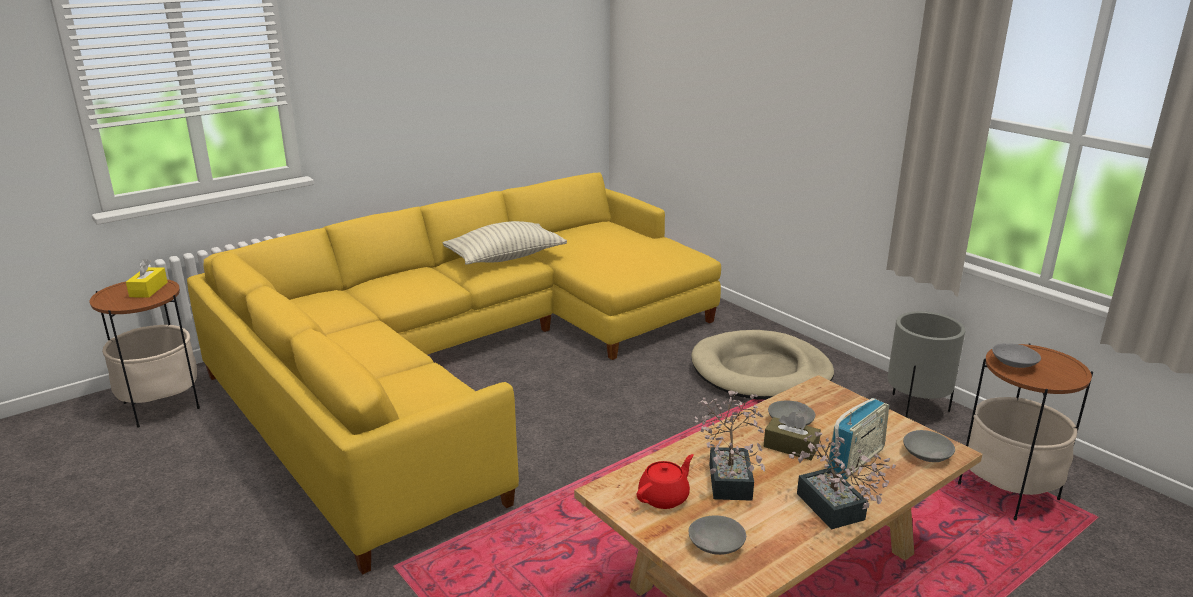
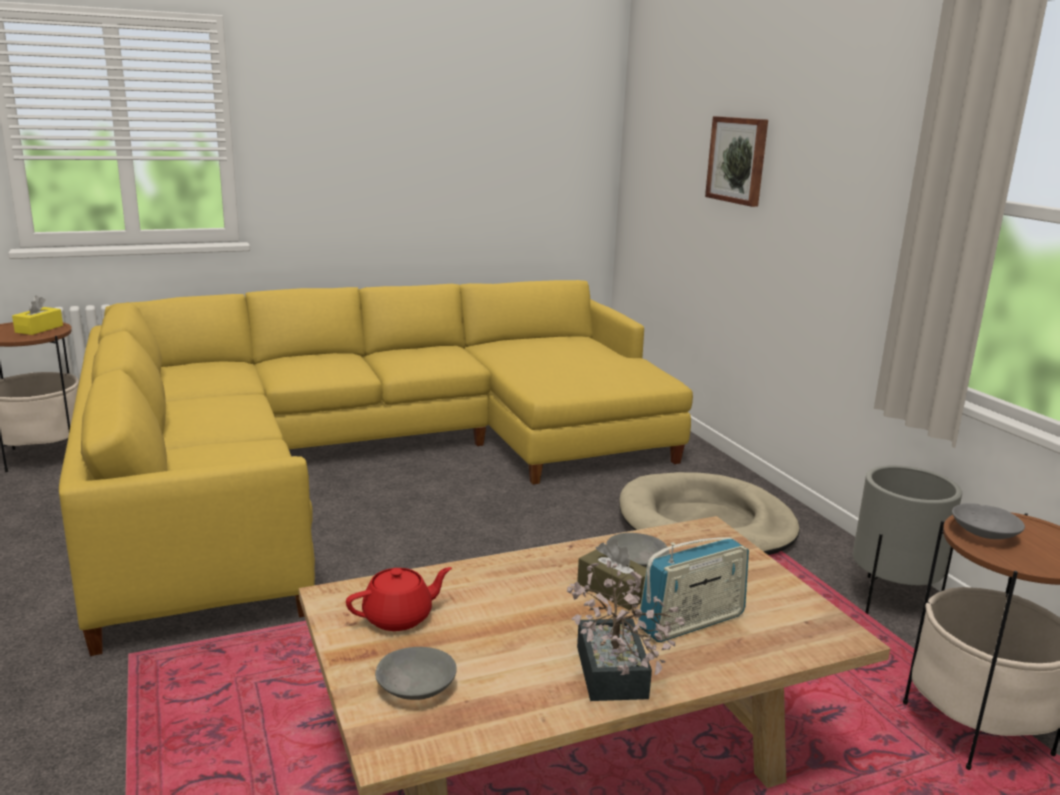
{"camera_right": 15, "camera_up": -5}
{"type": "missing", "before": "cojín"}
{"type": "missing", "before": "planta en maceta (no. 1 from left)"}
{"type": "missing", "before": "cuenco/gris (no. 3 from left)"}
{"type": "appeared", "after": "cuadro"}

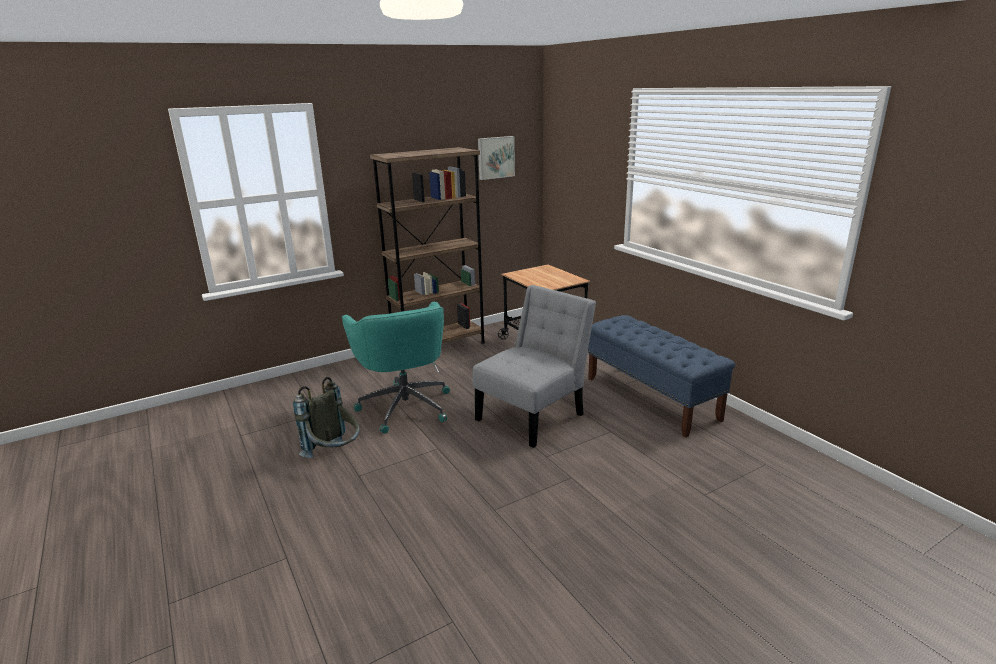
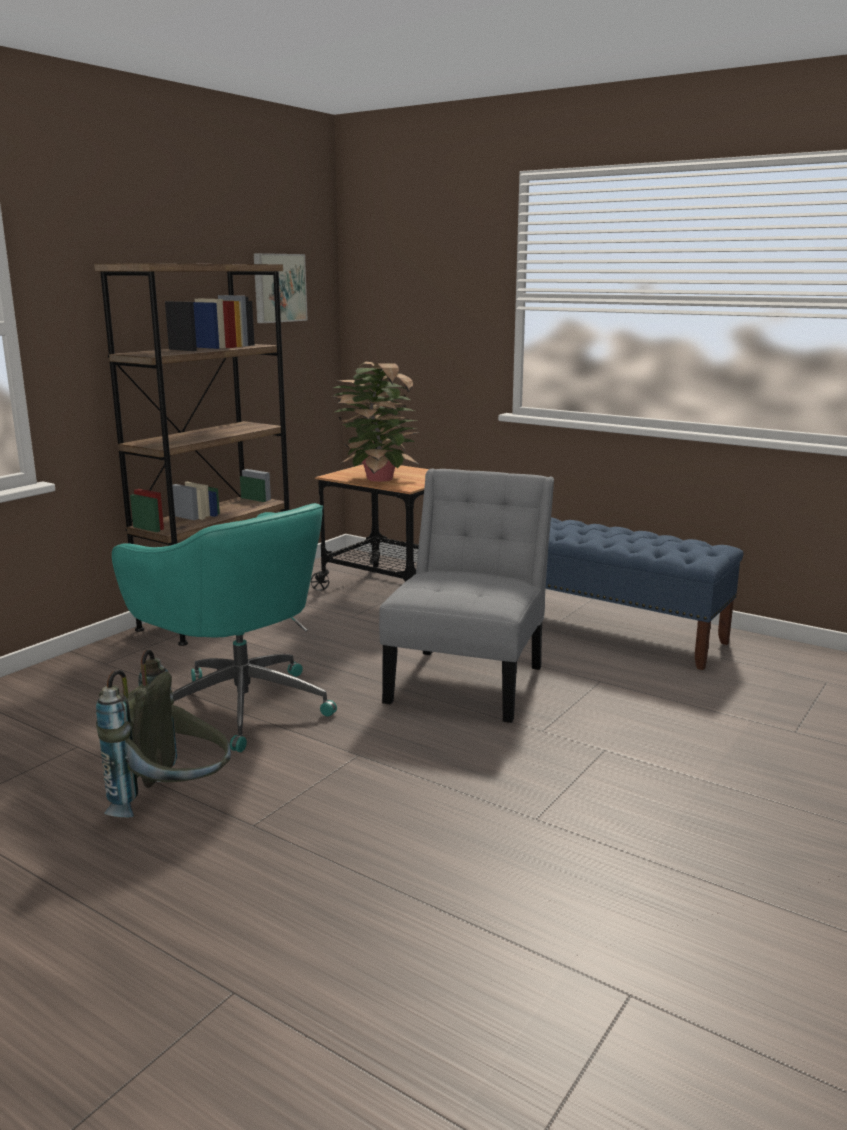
{"camera_right": -25, "camera_up": -5}
{"type": "appeared", "after": "planta en maceta"}

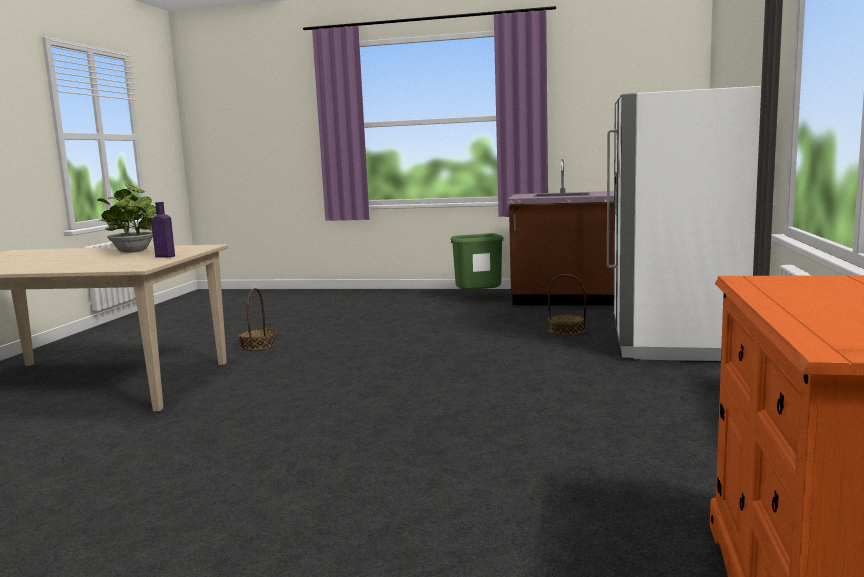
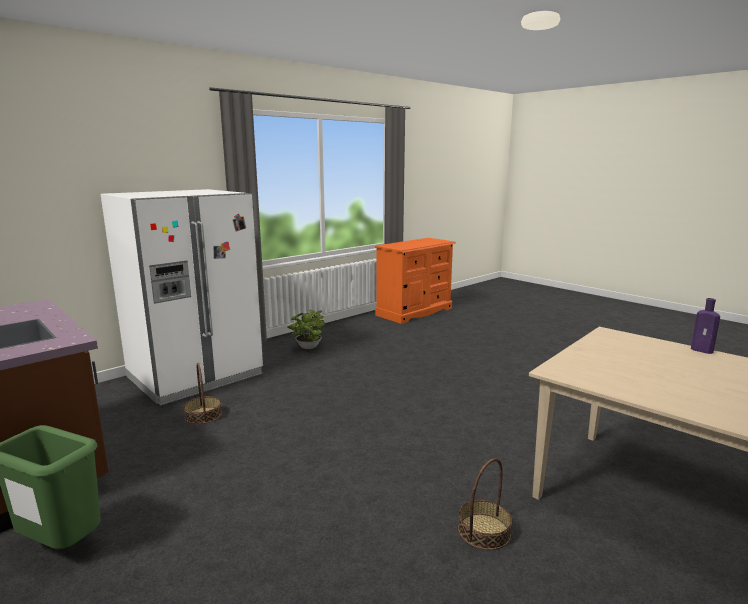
{"camera_right": -145, "camera_up": 5}
{"type": "relocated", "before": "planta en maceta"}
{"type": "relocated", "before": "botella/morado"}

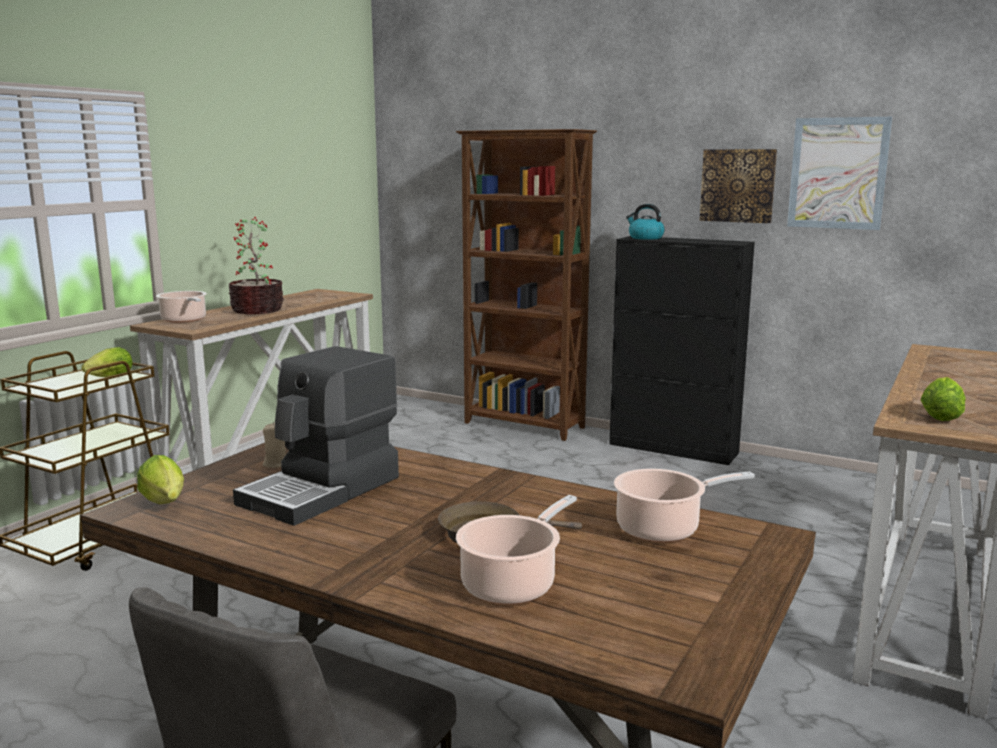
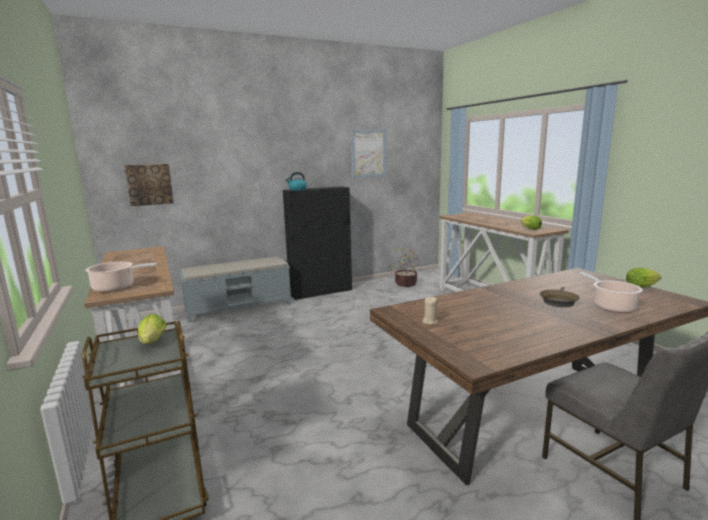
{"camera_right": -55, "camera_up": 0}
{"type": "missing", "before": "cafetera"}
{"type": "missing", "before": "olla (no. 3 from left)"}
{"type": "relocated", "before": "lechuga (no. 2 from left in the first image)", "after": "lechuga (no. 3 from left)"}
{"type": "relocated", "before": "planta en maceta"}
{"type": "relocated", "before": "cuadro (no. 1 from left)"}
{"type": "exchanged", "before": "estantería/marrón", "after": "banco/gris"}

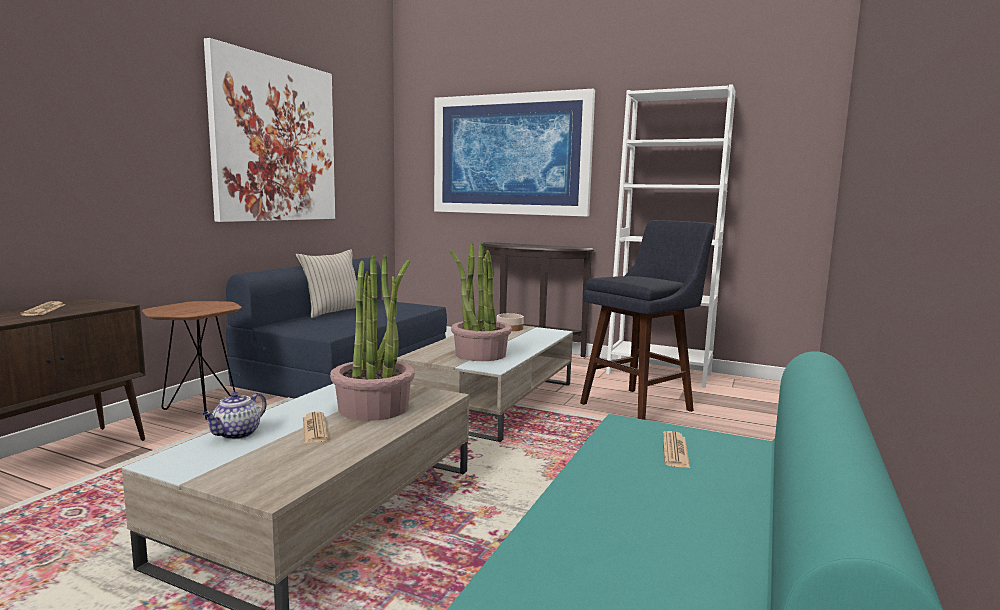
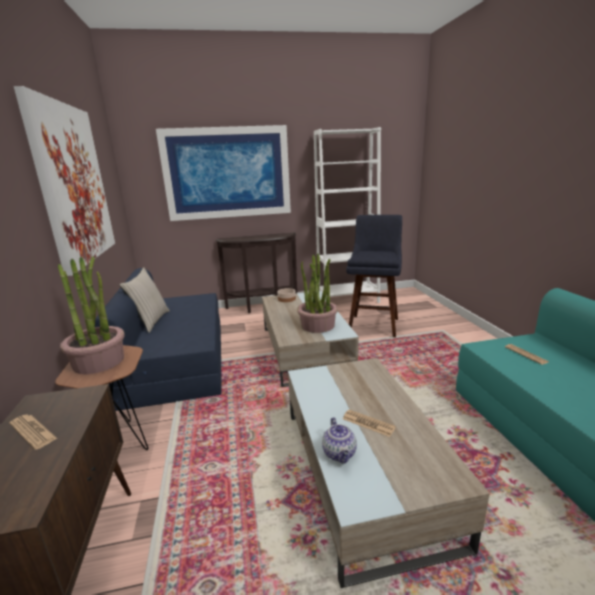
{"camera_right": -35, "camera_up": 10}
{"type": "relocated", "before": "planta en maceta (no. 1 from left)"}

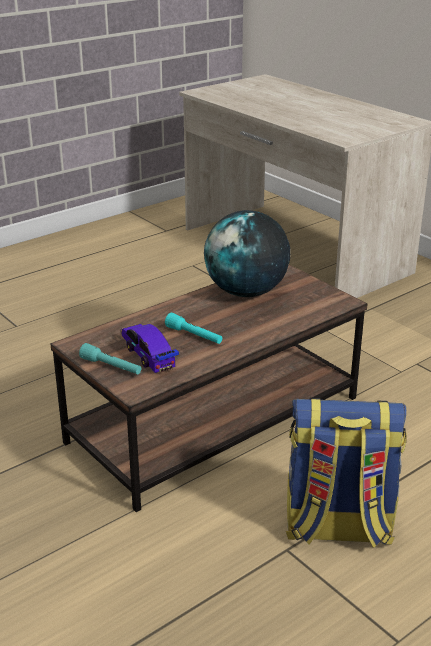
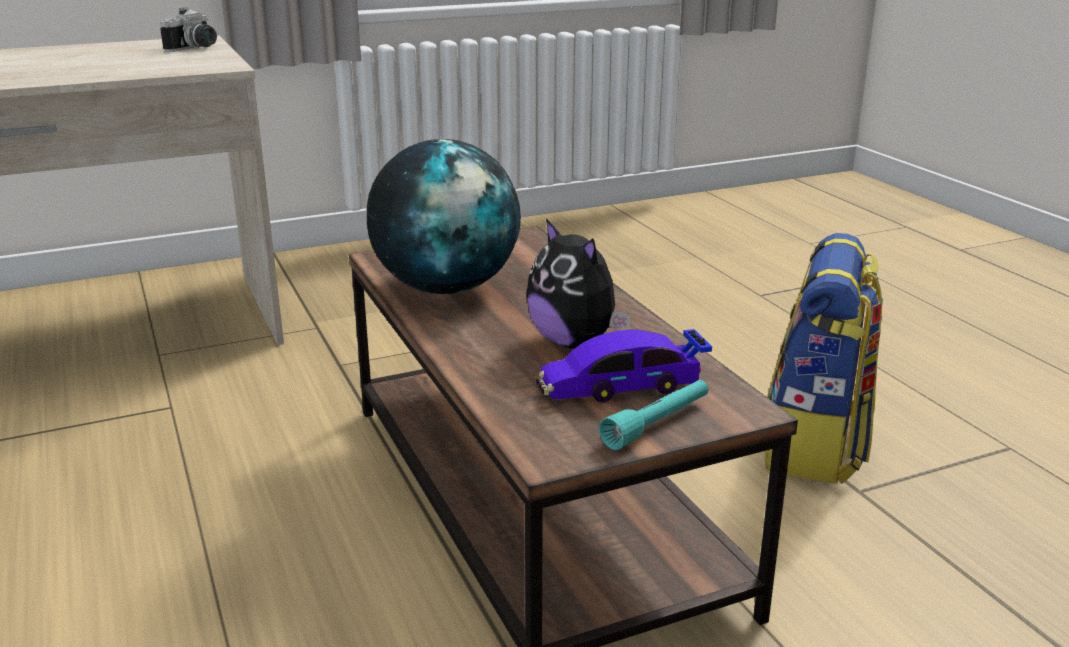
{"camera_right": -75, "camera_up": -5}
{"type": "appeared", "after": "cámara"}
{"type": "exchanged", "before": "linterna/turquesa (no. 2 from left)", "after": "peluche"}

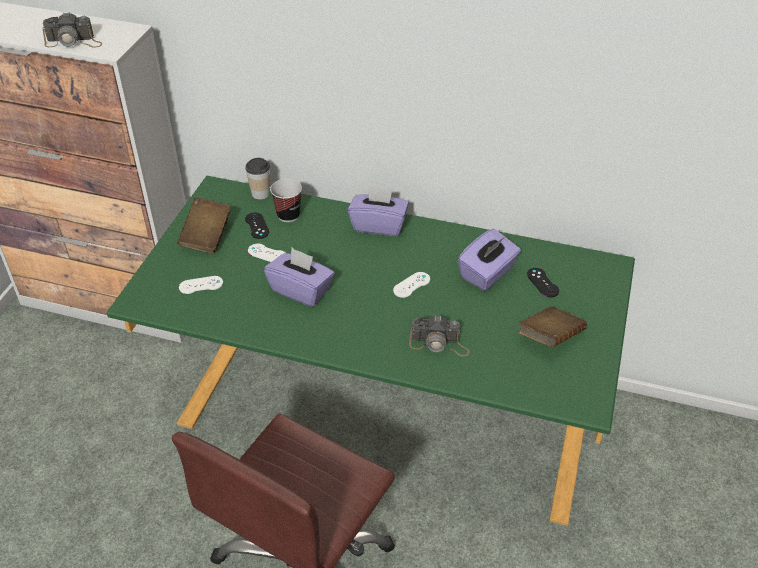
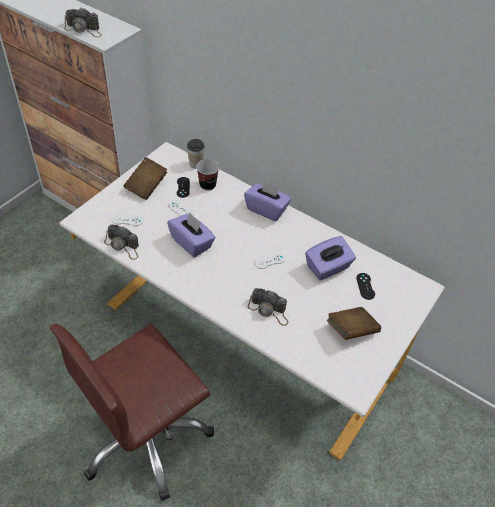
{"camera_right": 15, "camera_up": 5}
{"type": "appeared", "after": "cámara (no. 2 from left)"}
{"type": "colour", "before": "escritorio/verde", "after": "escritorio/blanco"}

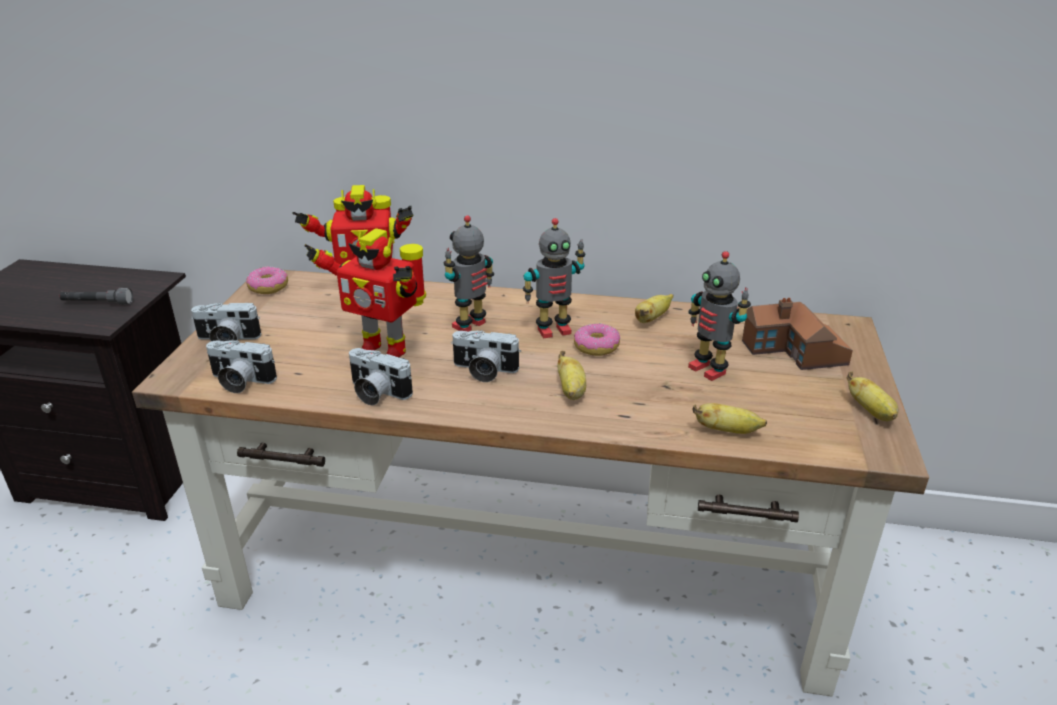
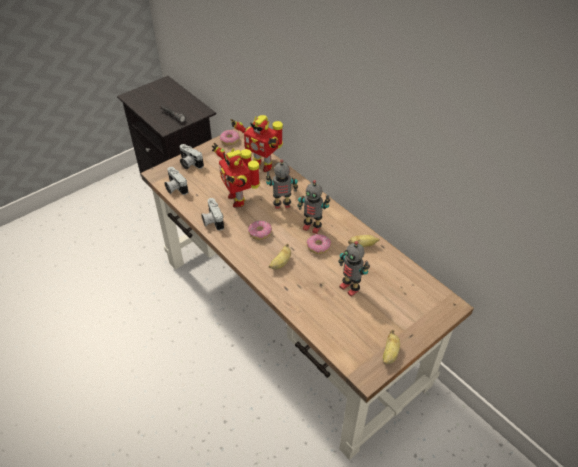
{"camera_right": 40, "camera_up": 15}
{"type": "missing", "before": "plátano (no. 3 from left)"}
{"type": "missing", "before": "casita"}
{"type": "exchanged", "before": "cámara (no. 4 from left)", "after": "rosquilla (no. 2 from left)"}
{"type": "spun", "before": "robot de juguete (no. 5 from left)", "turn": -45}

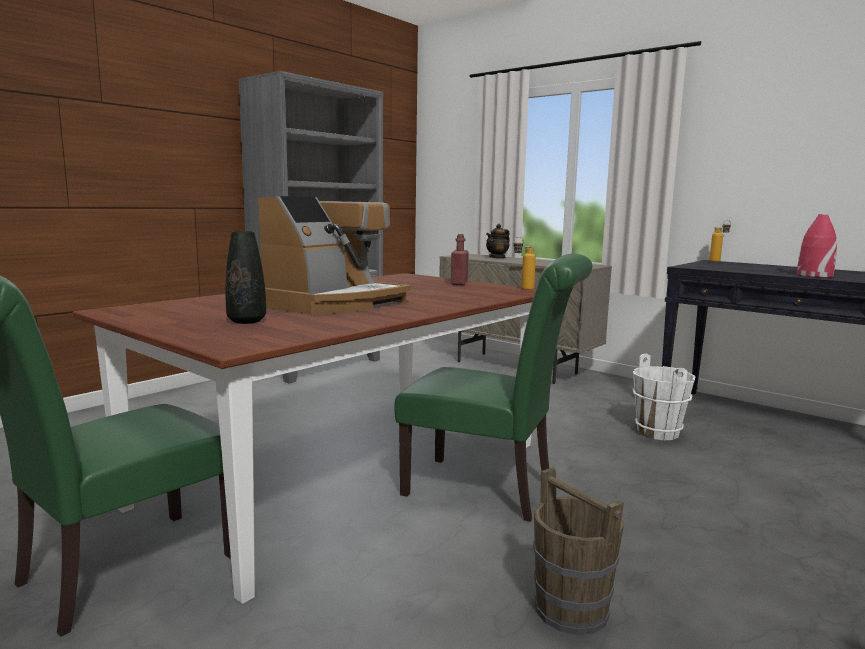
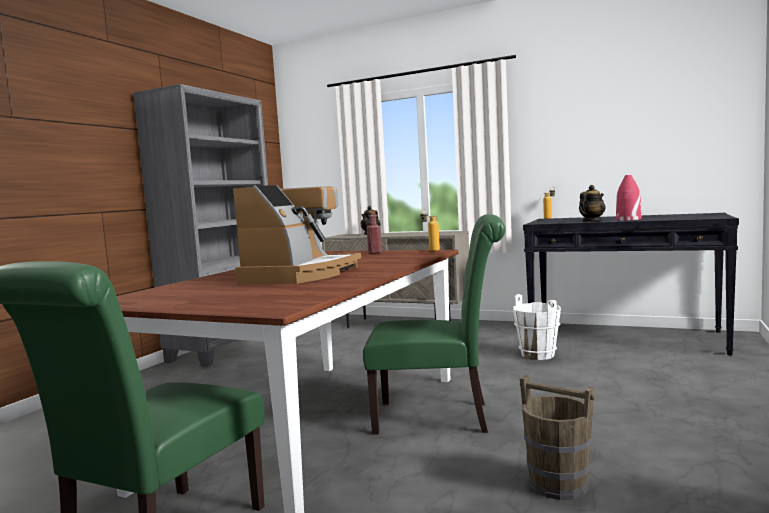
{"camera_right": -15, "camera_up": -5}
{"type": "missing", "before": "florero/negro"}
{"type": "appeared", "after": "tetera (no. 2 from left)"}

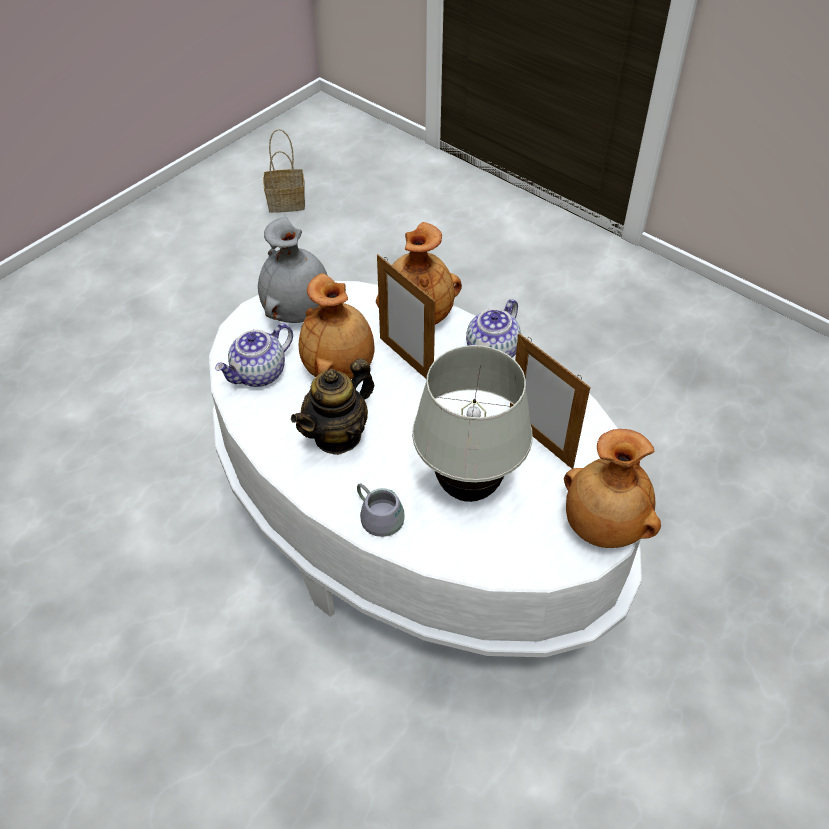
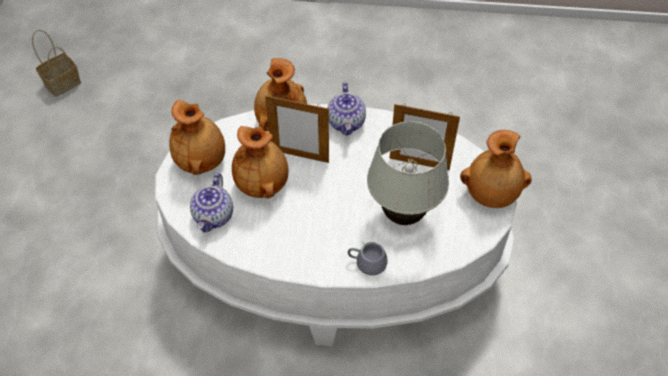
{"camera_right": -35, "camera_up": 5}
{"type": "missing", "before": "tetera (no. 2 from left)"}
{"type": "colour", "before": "florero/gris", "after": "florero/marrón (no. 1 from left)"}

